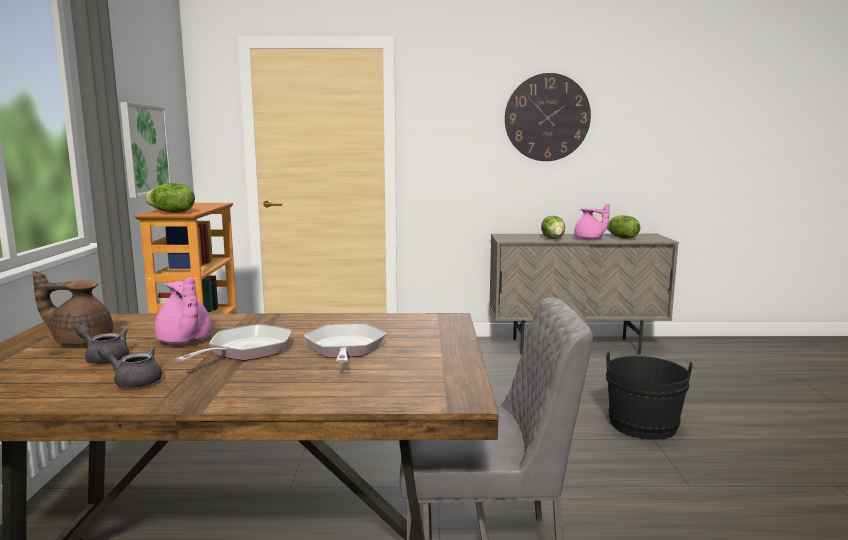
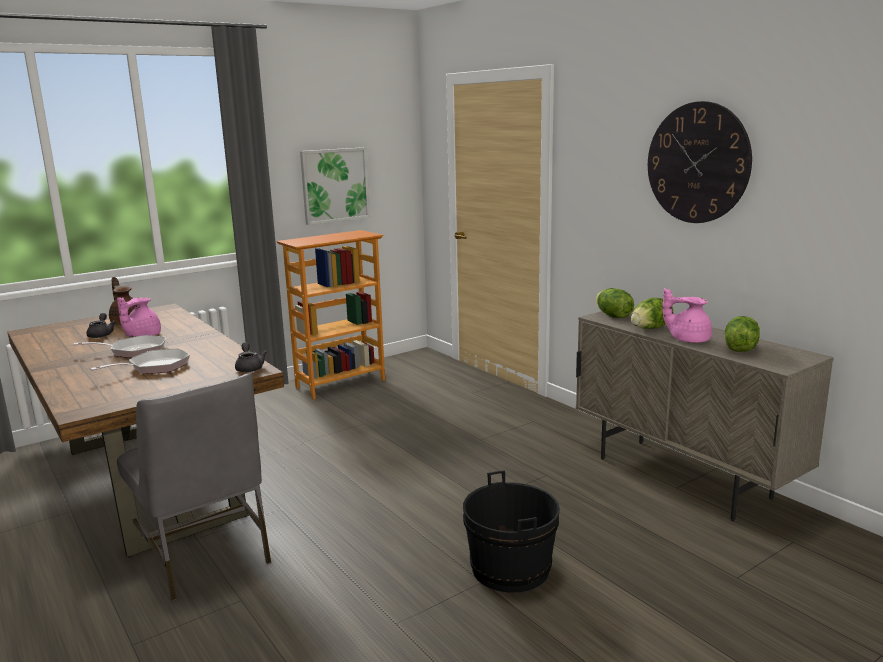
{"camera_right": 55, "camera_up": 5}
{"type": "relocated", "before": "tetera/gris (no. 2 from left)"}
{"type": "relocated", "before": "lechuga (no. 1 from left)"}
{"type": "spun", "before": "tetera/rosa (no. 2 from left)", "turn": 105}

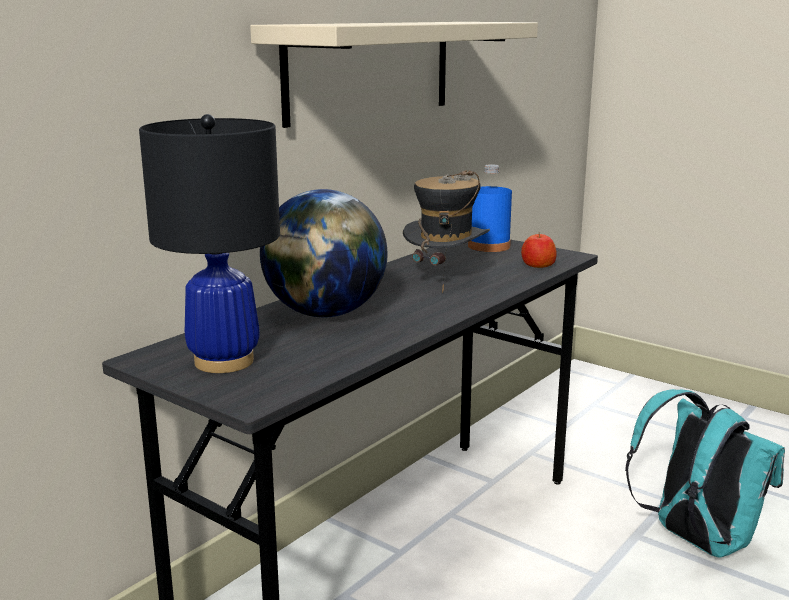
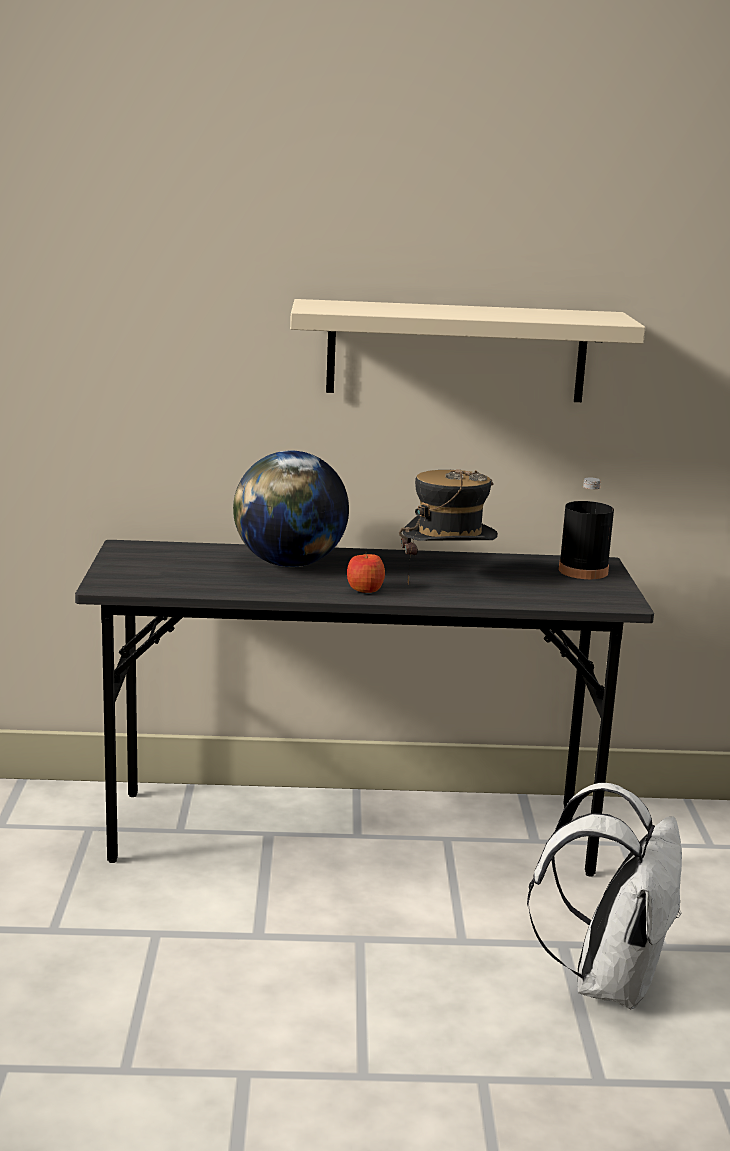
{"camera_right": 50, "camera_up": 0}
{"type": "missing", "before": "lámpara de mesa/negro"}
{"type": "relocated", "before": "manzana"}
{"type": "colour", "before": "botella/azul", "after": "botella/negro"}
{"type": "colour", "before": "mochila/turquesa", "after": "mochila/blanco"}

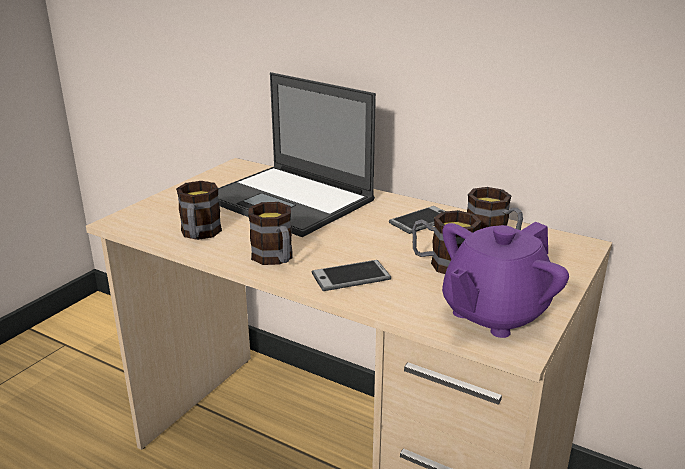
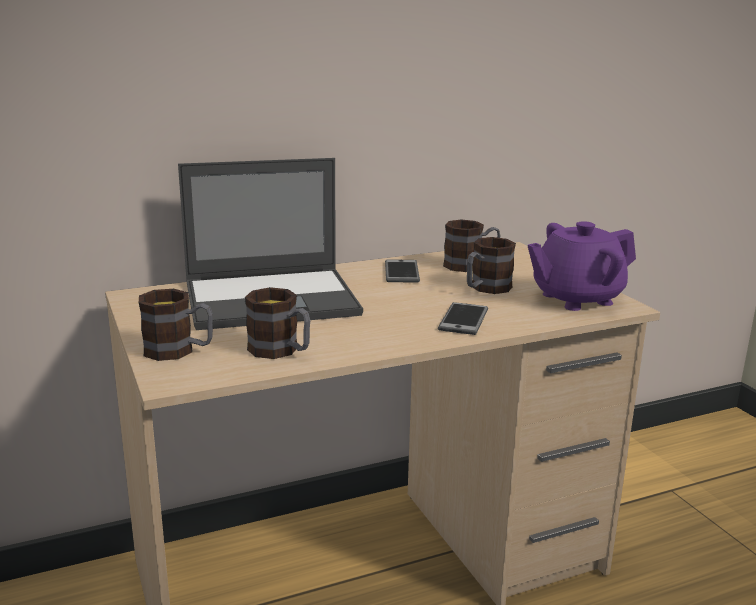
{"camera_right": -55, "camera_up": -5}
{"type": "relocated", "before": "taza grande (no. 2 from left in the first image)", "after": "taza grande (no. 1 from left)"}
{"type": "spun", "before": "tetera/morado", "turn": 75}

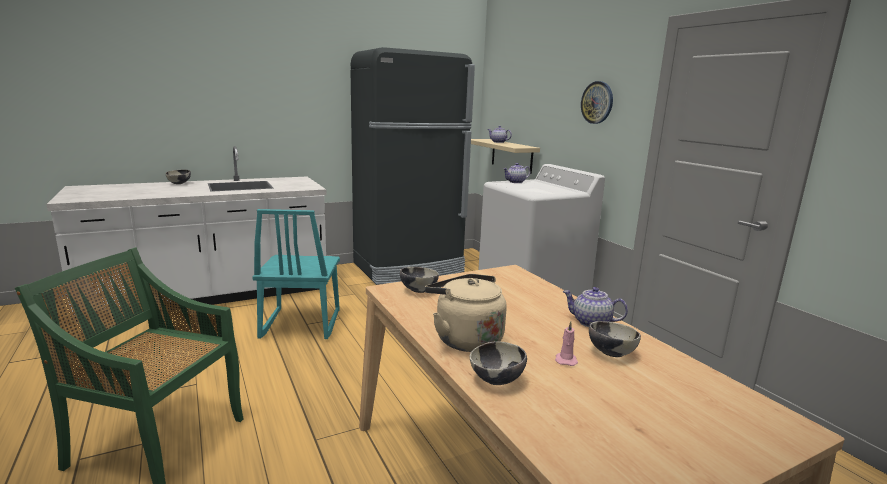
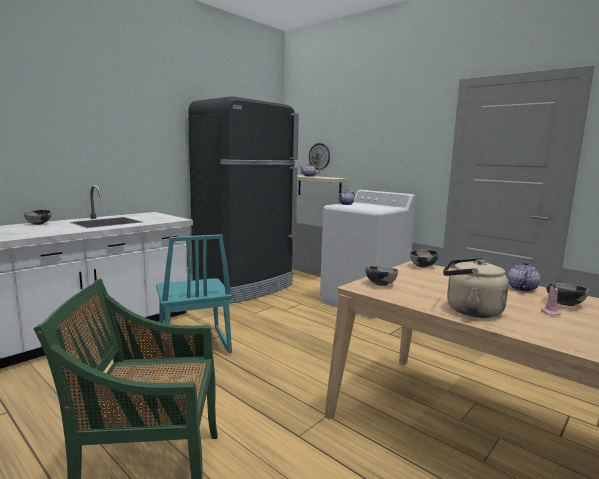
{"camera_right": -20, "camera_up": -5}
{"type": "relocated", "before": "cuenco (no. 3 from left)"}
{"type": "relocated", "before": "reloj de pared"}
{"type": "spun", "before": "tetera (no. 3 from left)", "turn": 105}

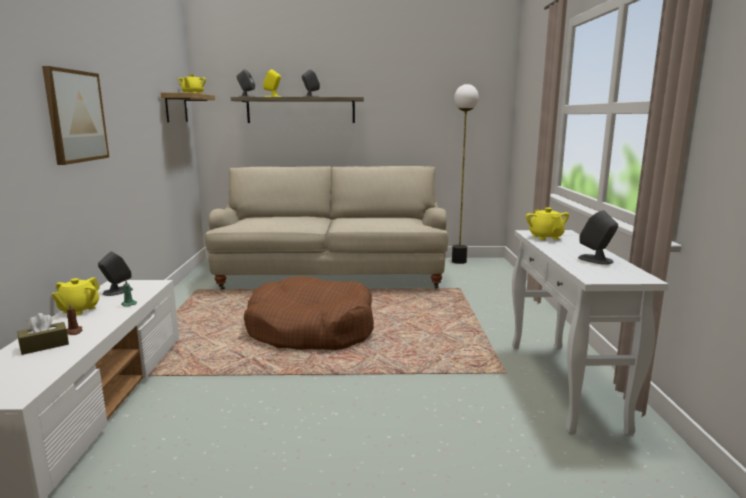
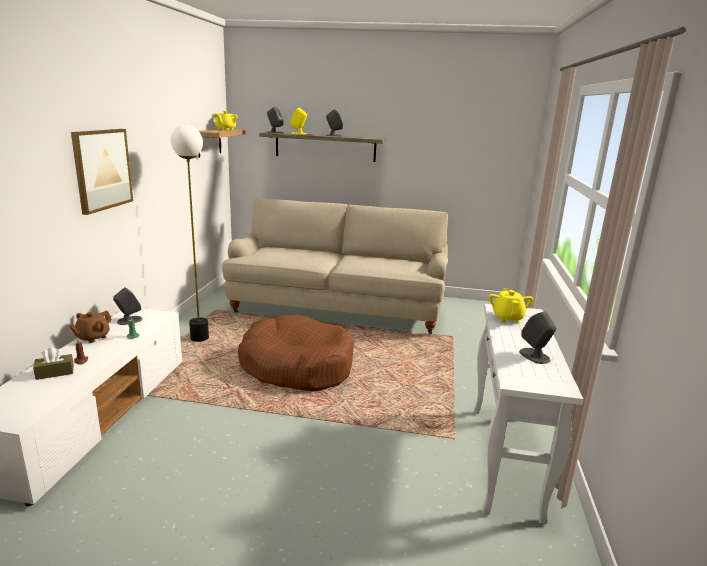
{"camera_right": 10, "camera_up": 5}
{"type": "relocated", "before": "lámpara de pie"}
{"type": "colour", "before": "tetera/amarillo (no. 1 from left)", "after": "tetera/marrón"}

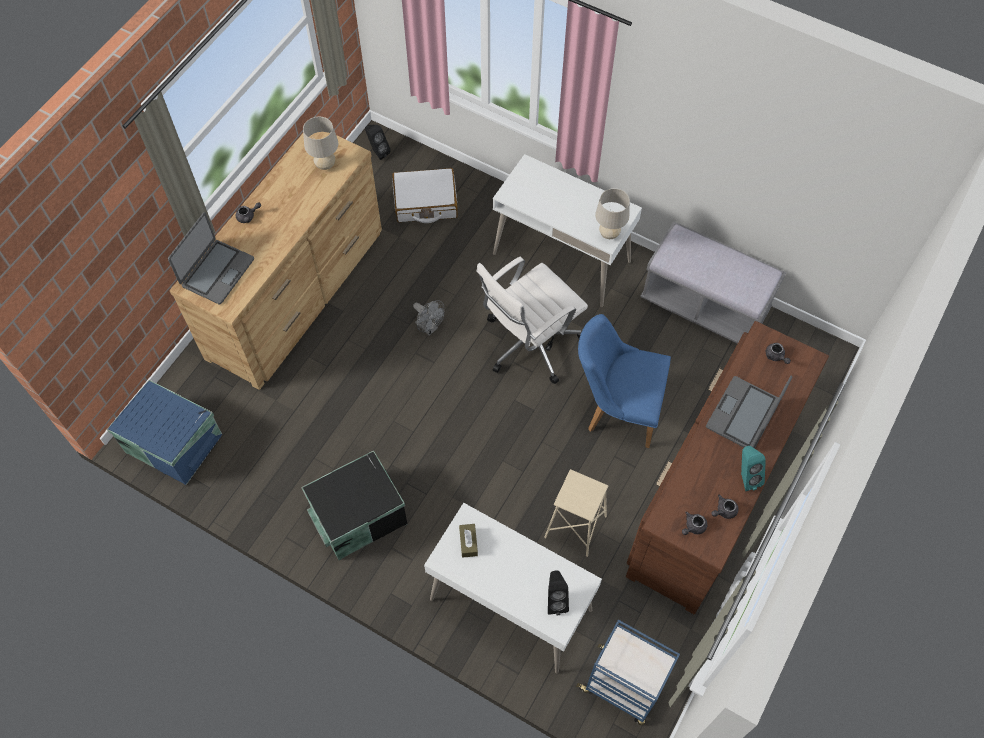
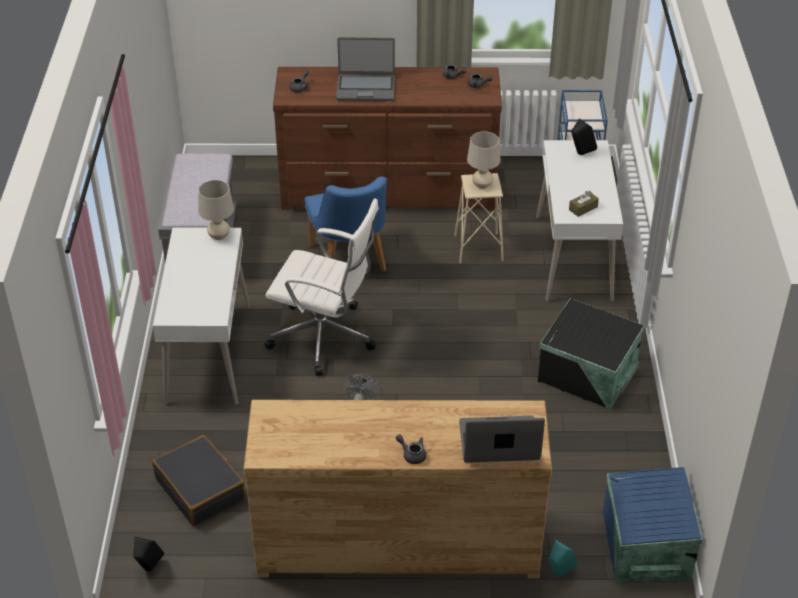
{"camera_right": -120, "camera_up": -20}
{"type": "relocated", "before": "lámpara de mesa/beis (no. 1 from left in the first image)", "after": "lámpara de mesa/beis (no. 2 from left)"}
{"type": "relocated", "before": "altavoz/turquesa"}
{"type": "colour", "before": "maleta/blanco", "after": "maleta/negro"}

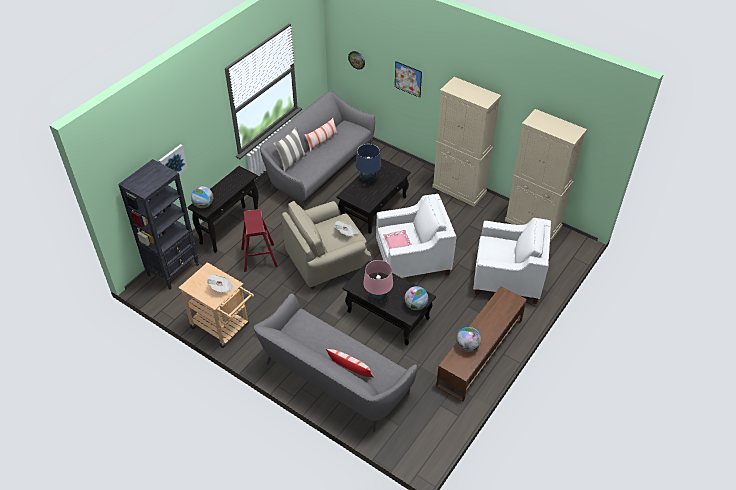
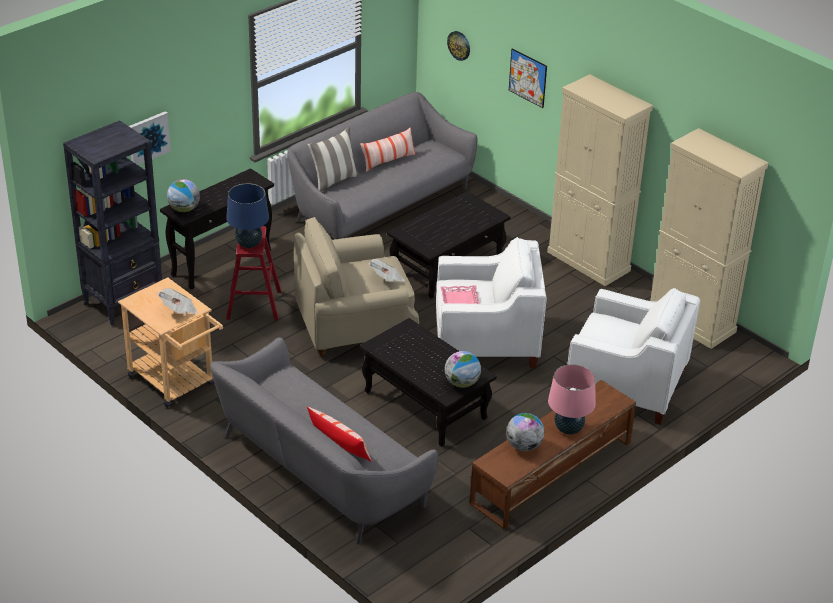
{"camera_right": 10, "camera_up": -10}
{"type": "relocated", "before": "lámpara de mesa/azul"}
{"type": "relocated", "before": "lámpara de mesa/rosa"}

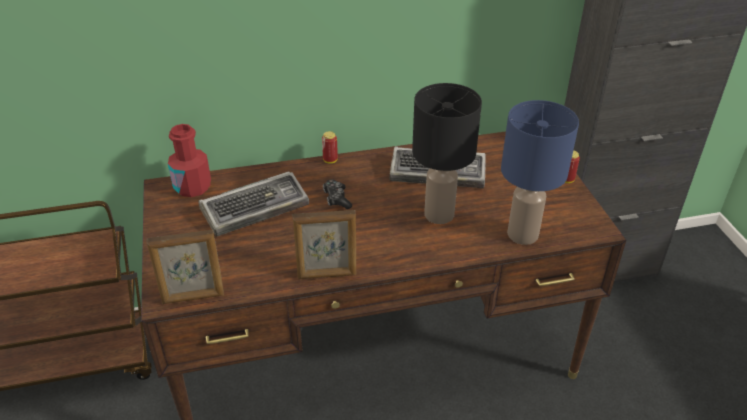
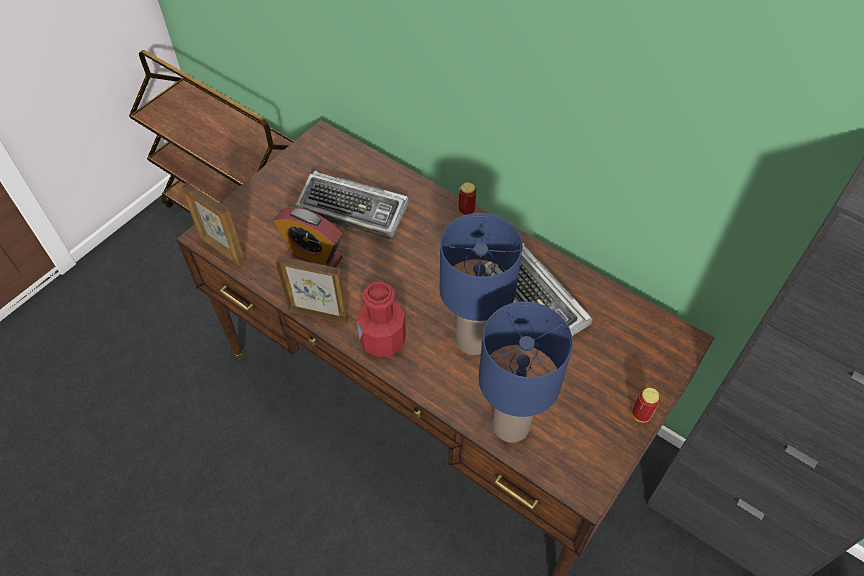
{"camera_right": 50, "camera_up": 15}
{"type": "missing", "before": "mando de consola"}
{"type": "appeared", "after": "despertador"}
{"type": "relocated", "before": "botella/rojo"}
{"type": "colour", "before": "lámpara de mesa/negro", "after": "lámpara de mesa/azul (no. 1 from left)"}
{"type": "spun", "before": "portarretratos (no. 2 from left)", "turn": 150}

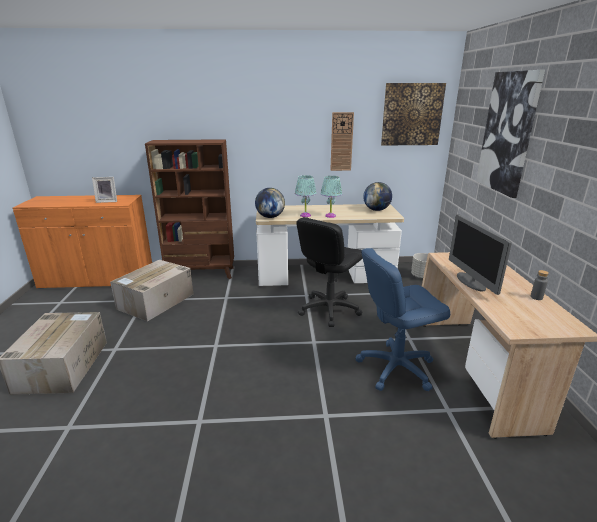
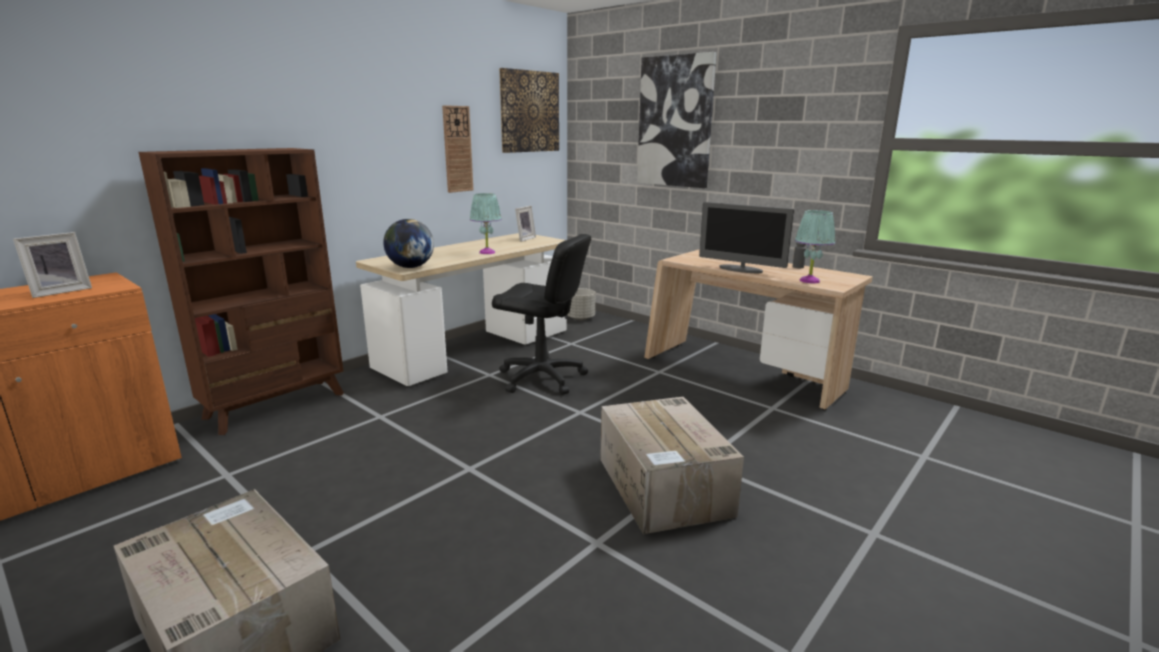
{"camera_right": -45, "camera_up": -5}
{"type": "missing", "before": "silla de oficina/azul"}
{"type": "relocated", "before": "caja de cartón (no. 2 from left)"}
{"type": "relocated", "before": "lámpara de mesa/turquesa (no. 1 from left in the first image)", "after": "lámpara de mesa/turquesa (no. 2 from left)"}
{"type": "exchanged", "before": "globo terráqueo (no. 2 from left)", "after": "portarretratos (no. 2 from left)"}
{"type": "spun", "before": "silla de oficina/negro", "turn": -60}

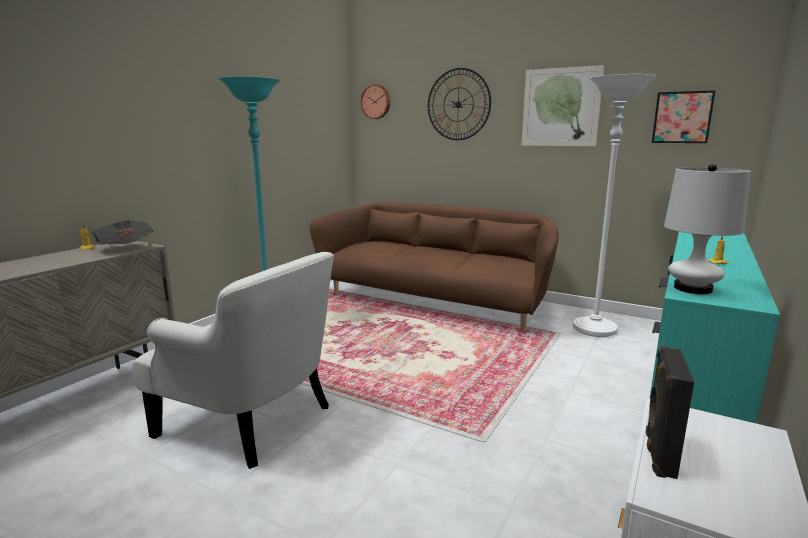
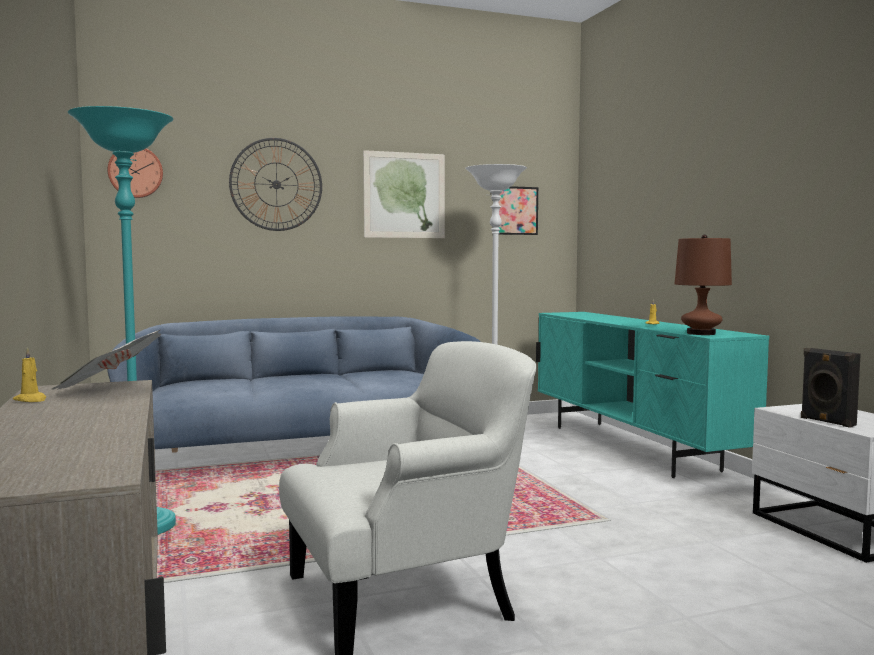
{"camera_right": -50, "camera_up": -10}
{"type": "colour", "before": "sofá/marrón", "after": "sofá/azul"}
{"type": "colour", "before": "lámpara de mesa/blanco", "after": "lámpara de mesa/marrón"}

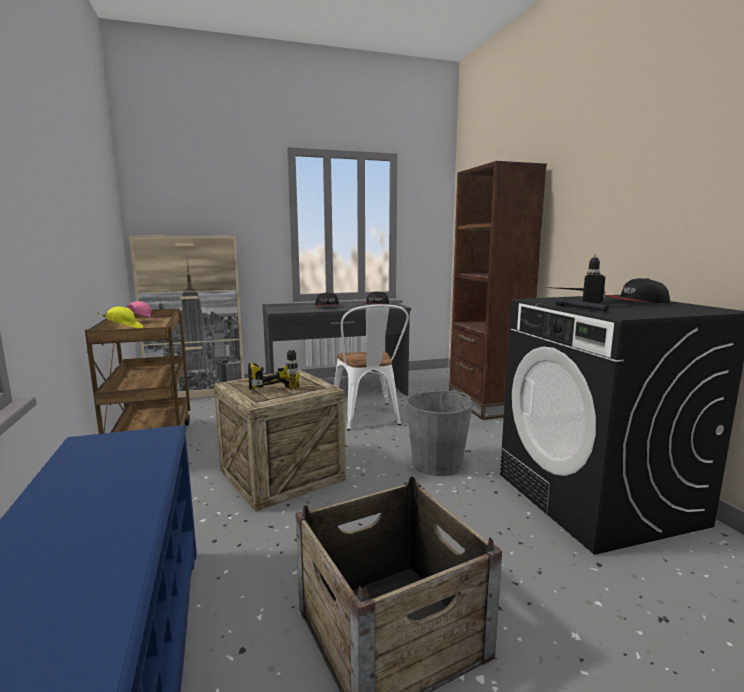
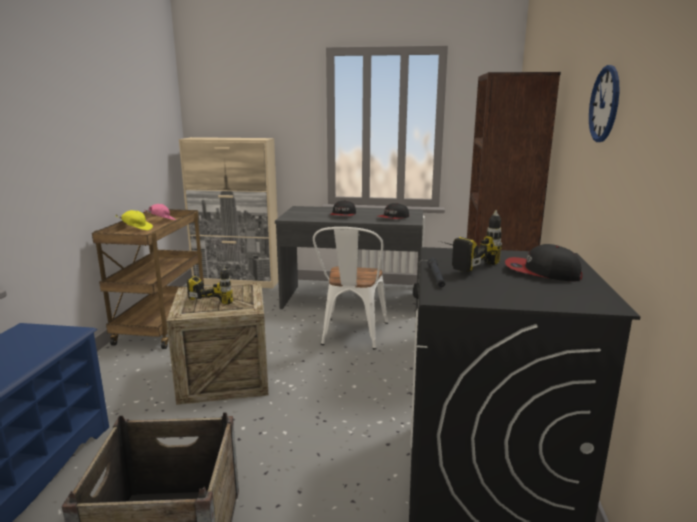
{"camera_right": 25, "camera_up": 5}
{"type": "missing", "before": "cubo/gris"}
{"type": "appeared", "after": "reloj de pared"}

